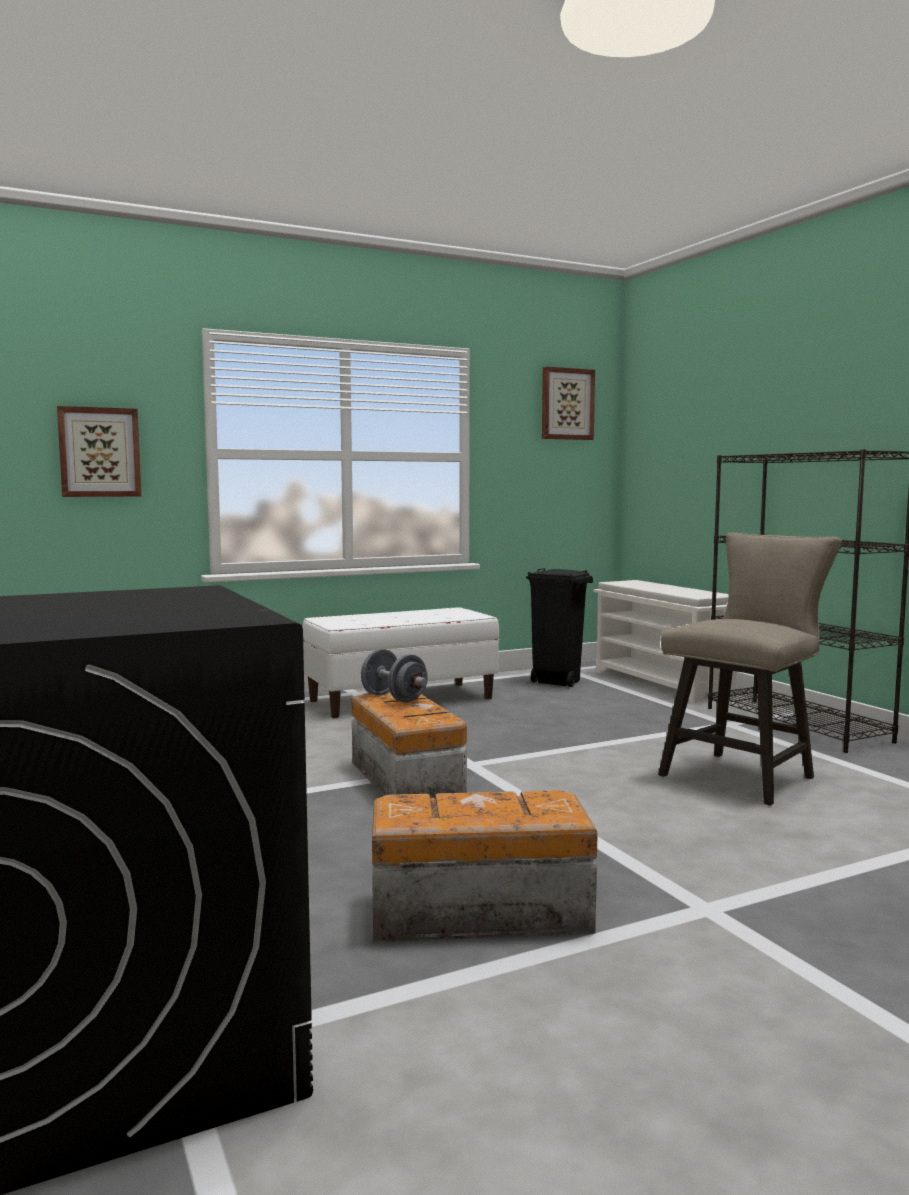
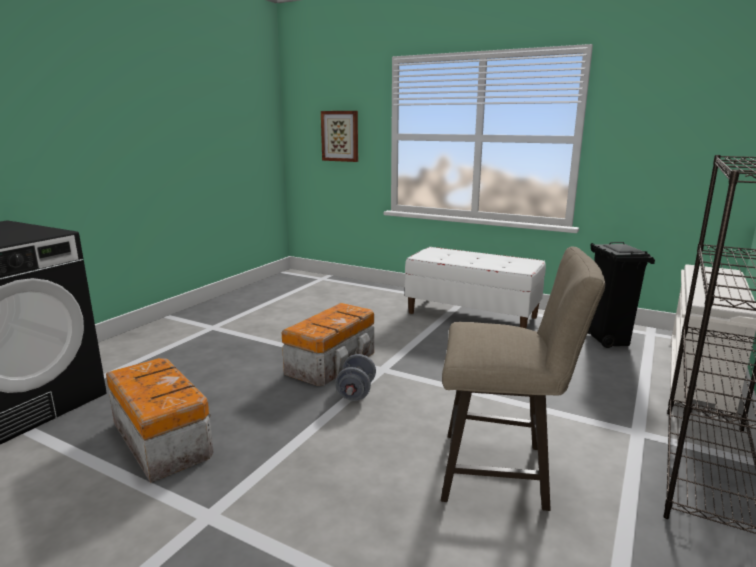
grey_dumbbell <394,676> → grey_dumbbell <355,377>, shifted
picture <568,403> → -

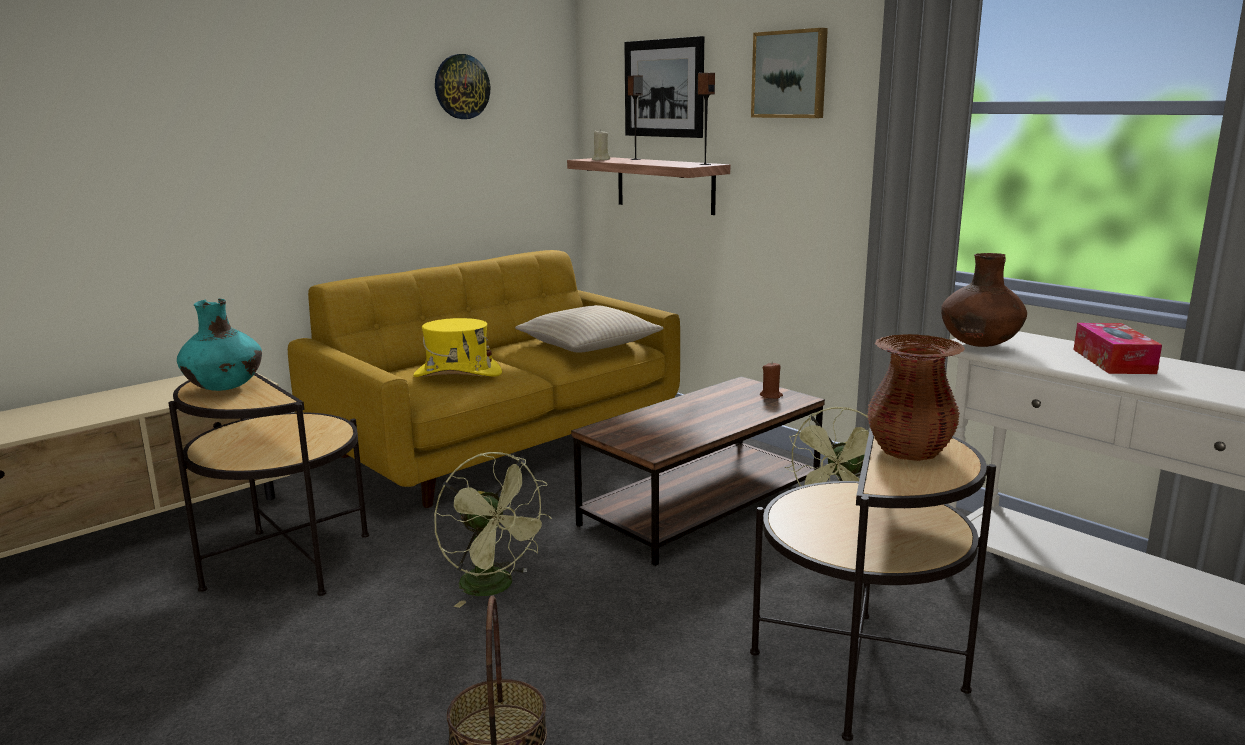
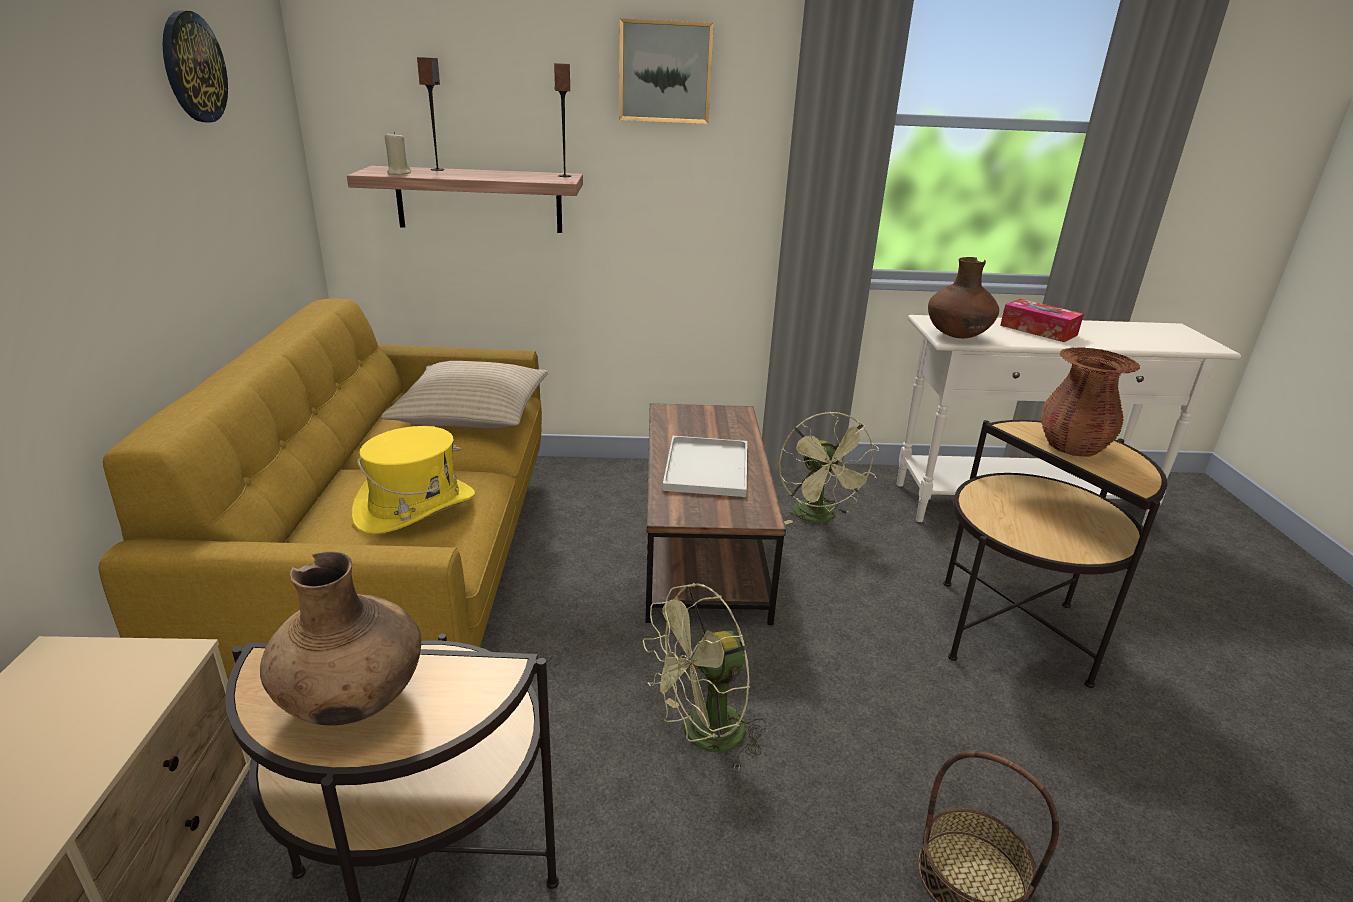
turquoise_vase <219,345> → brown_vase <340,638>
green_fan <493,530> → green_fan <705,677>, 150 degrees clockwise
picture <664,87> → -
brown_candle <771,380> → -
- → white_tray <705,466>

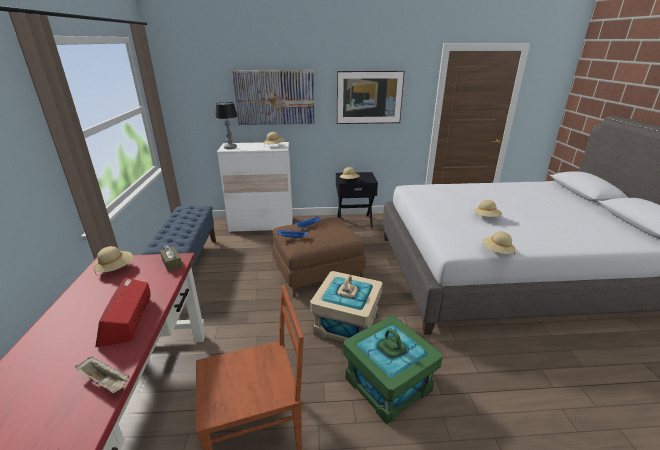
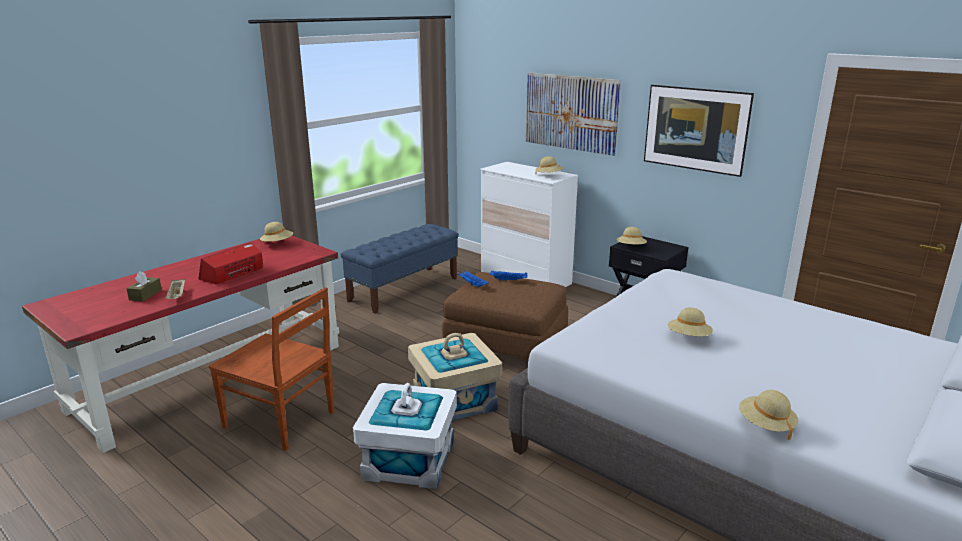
brown_tissue_box <171,258> → brown_tissue_box <144,286>, shifted
table_lamp <226,125> → -
green_storage_box <392,370> → white_storage_box <405,436>
beige_hat <499,242> → beige_hat <768,415>, shifted

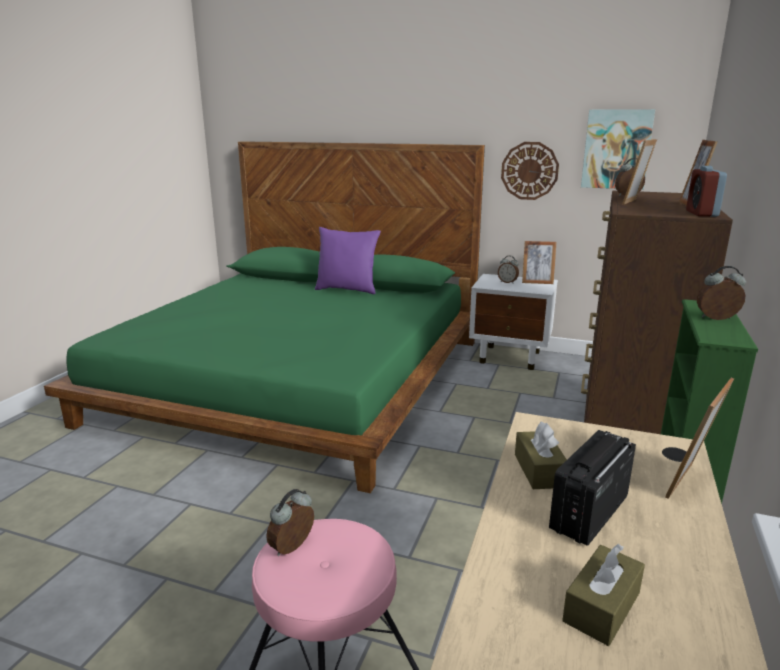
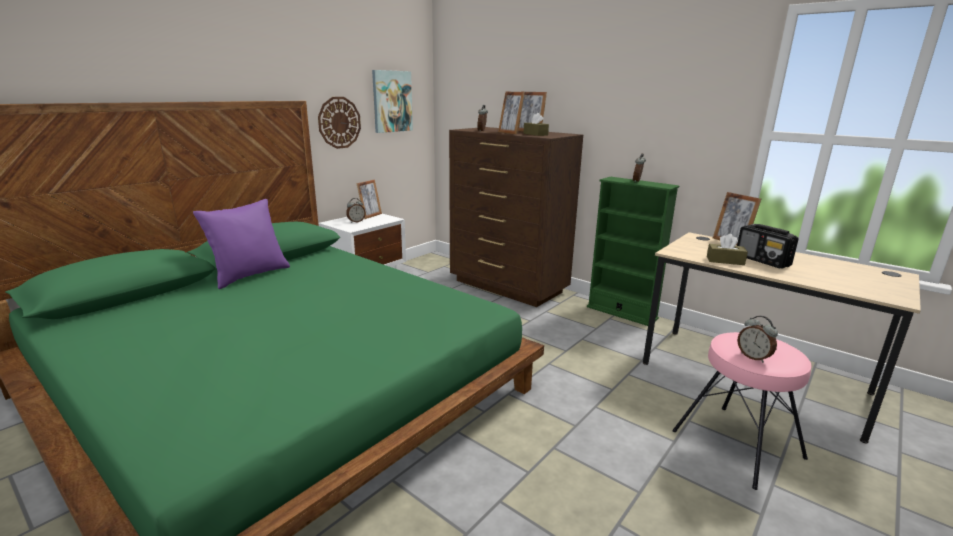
brown_tissue_box <603,595> → brown_tissue_box <536,124>, shifted
alarm_clock <706,191> → -

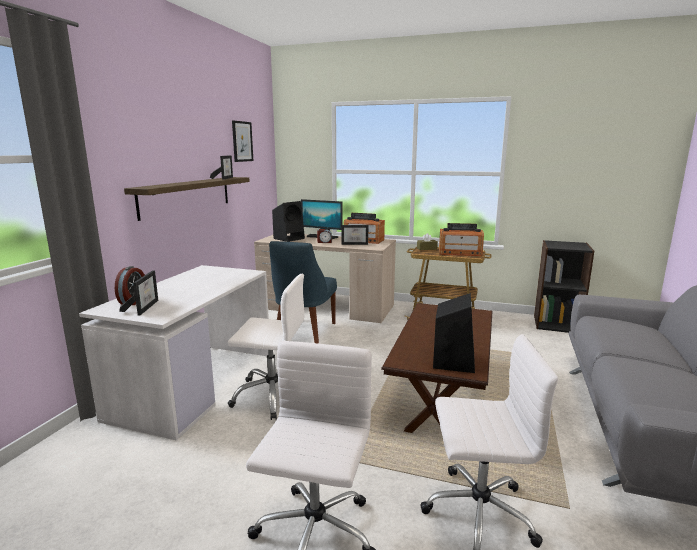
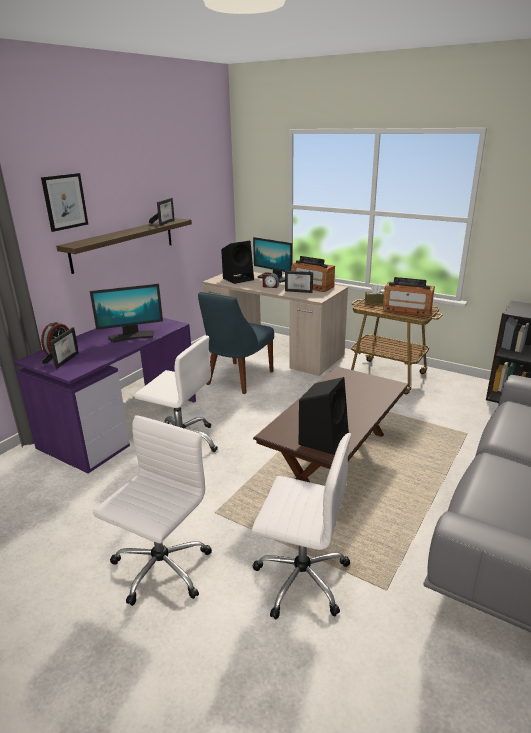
white_desk <174,352> → purple_desk <105,396>
picture <242,141> → picture <64,202>, shifted
- → monitor <126,313>

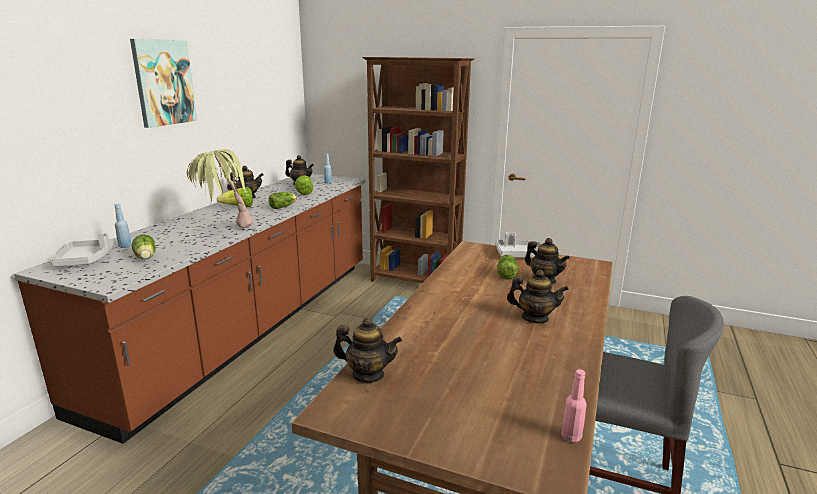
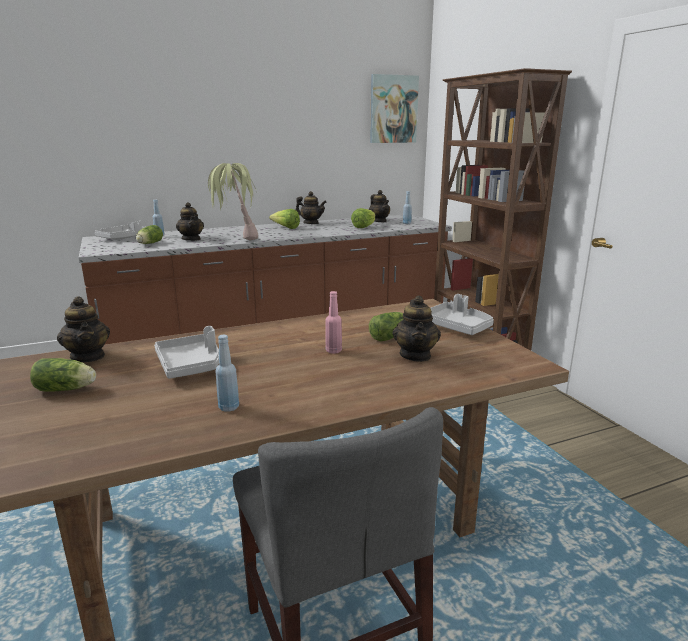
picture <163,83> → picture <394,108>, shifted
lettuce <282,200> → lettuce <63,375>, shifted
teapot <538,296> → teapot <190,221>, shifted
pink_bottle <574,405> → pink_bottle <333,322>, shifted
- → grey_tray <186,352>
- → blue_bottle <227,373>

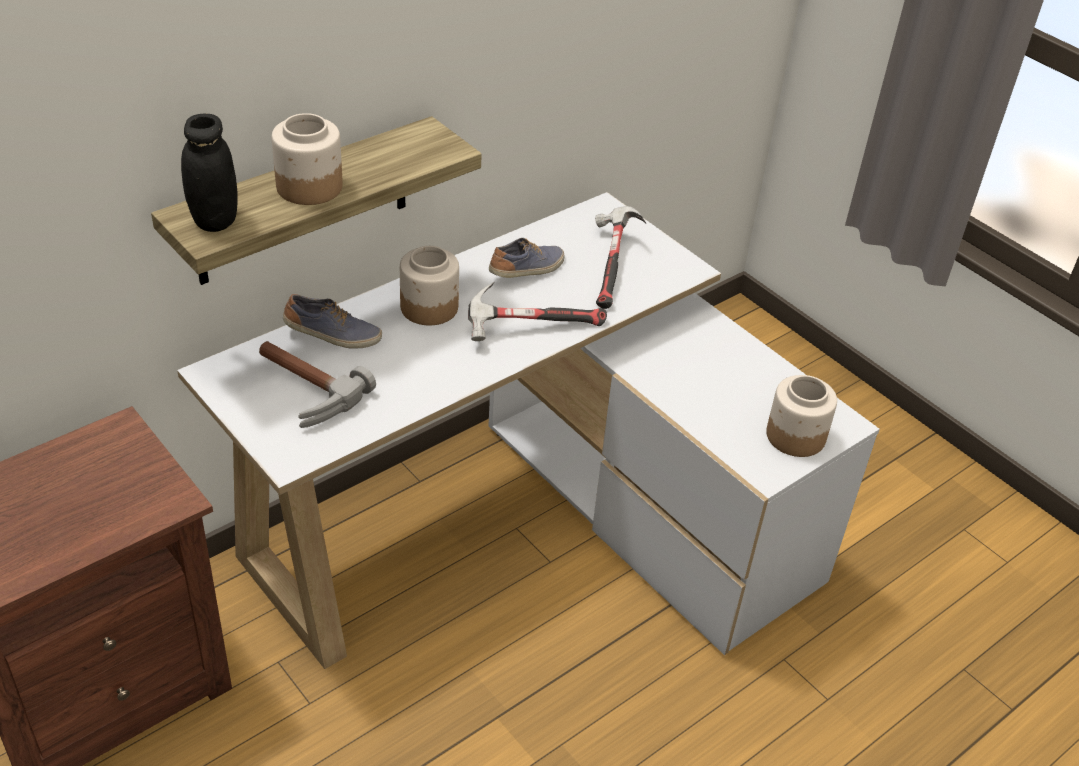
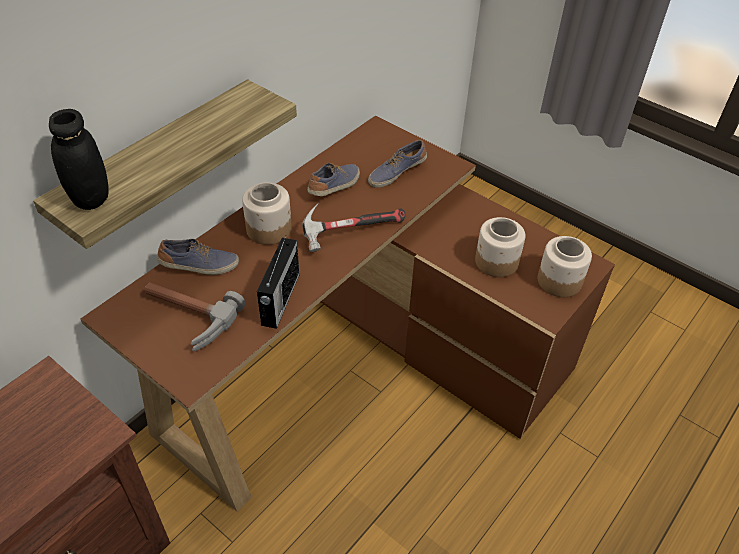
white_desk <528,430> → brown_desk <348,313>
jar <307,159> → jar <500,247>, shifted
hammer <620,257> → shoe <397,164>
- → radio <278,282>

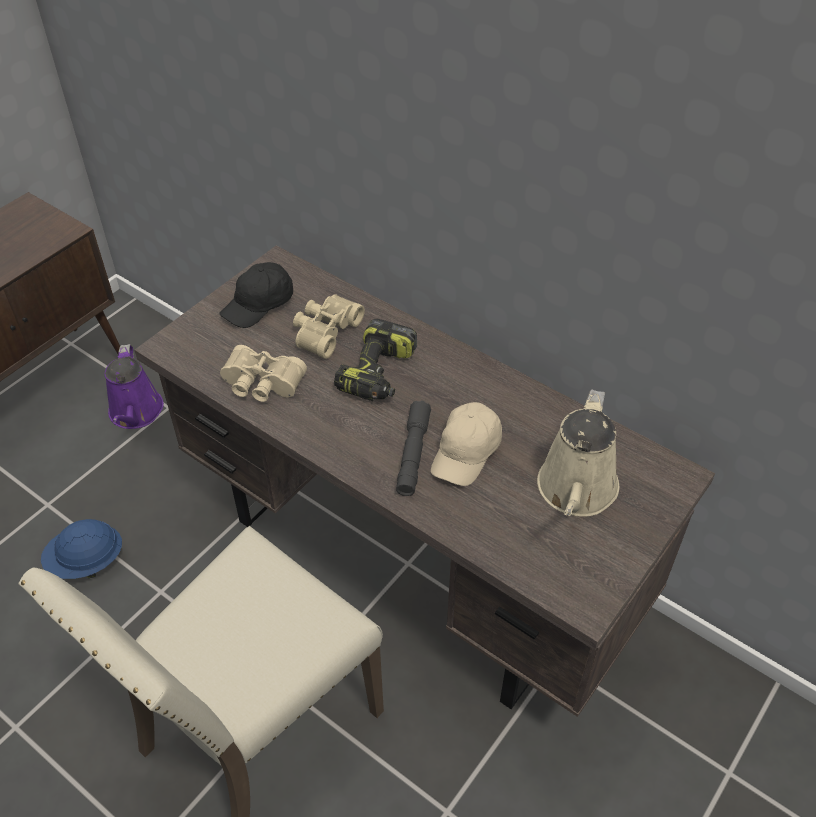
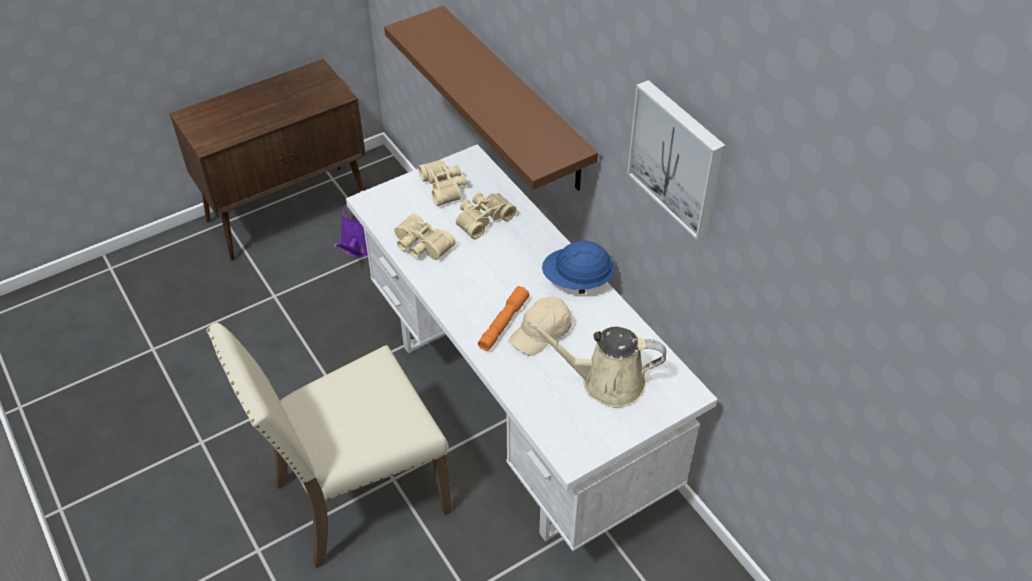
blue_hard_hat <81,549> → blue_hard_hat <578,267>, shifted
brown_desk <424,481> → white_desk <532,347>
black_cap <256,295> → beige_binoculars <442,182>
power_drill <375,360> → -
grey_flashlight <413,448> → orange_flashlight <504,318>
beige_watering_can <578,453> → beige_watering_can <597,364>, 60 degrees clockwise
- → brown_shelf <491,98>
- → picture <676,160>

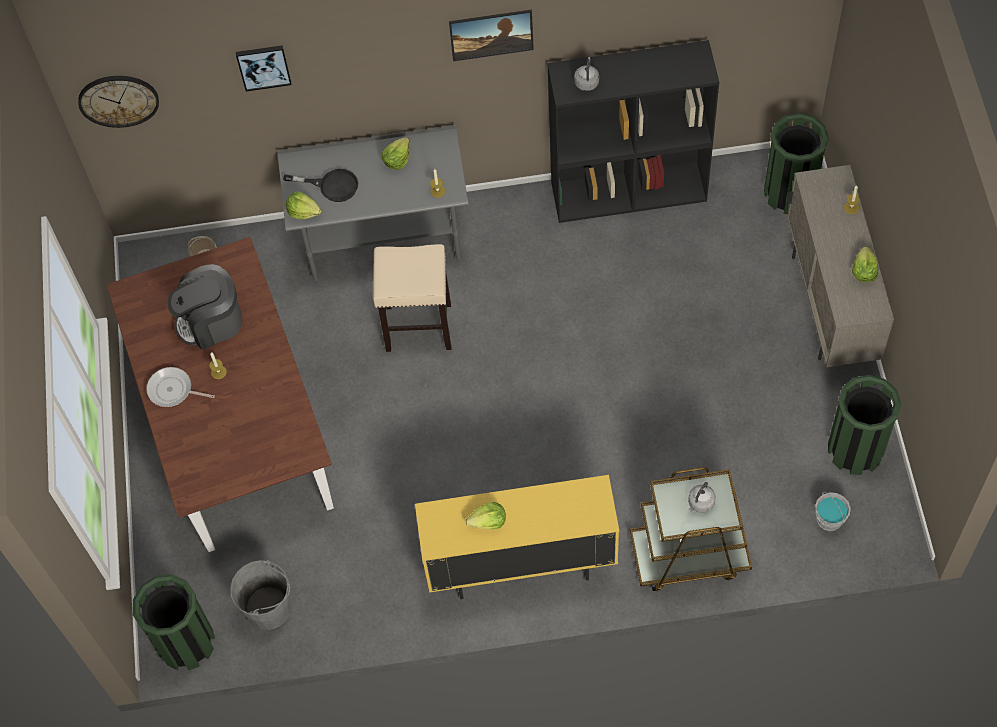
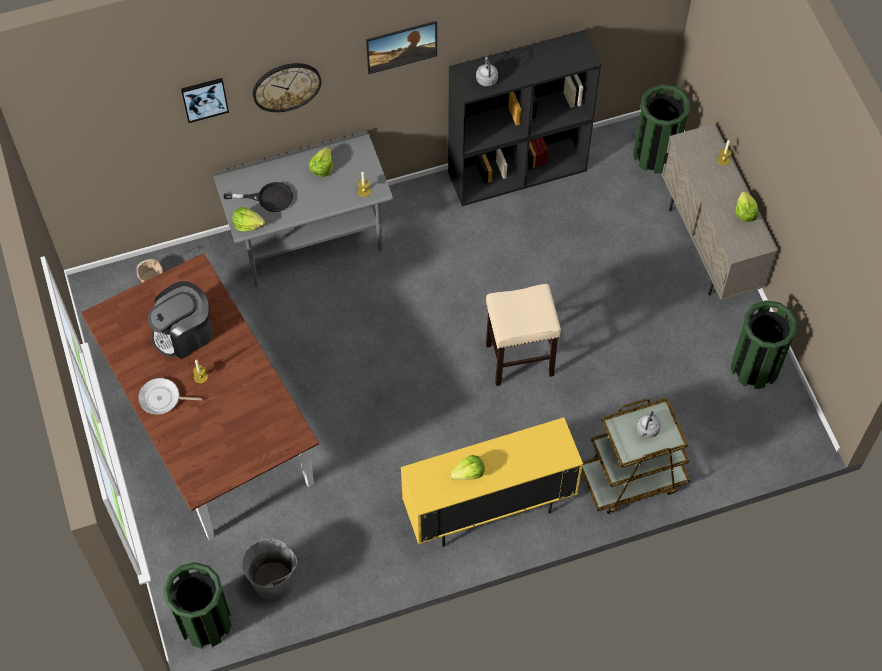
wall_clock <118,102> → wall_clock <287,87>, shifted
beige_stool <412,298> → beige_stool <523,335>, shifted
grey_bucket <833,511> → -

